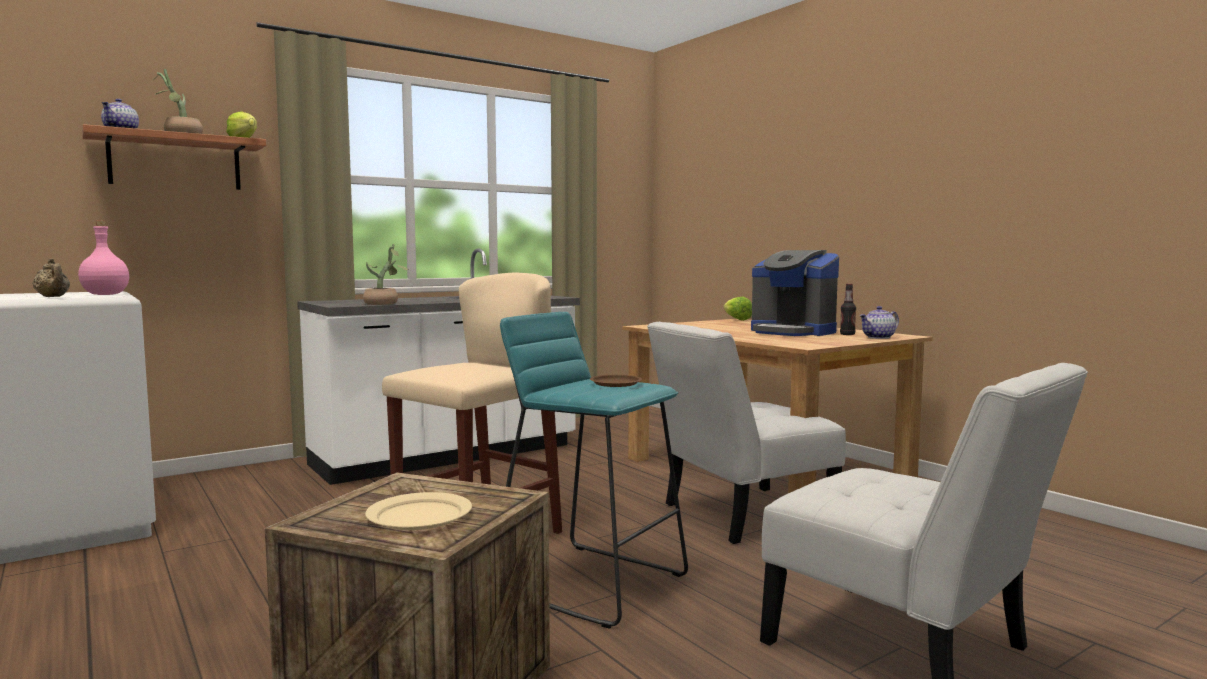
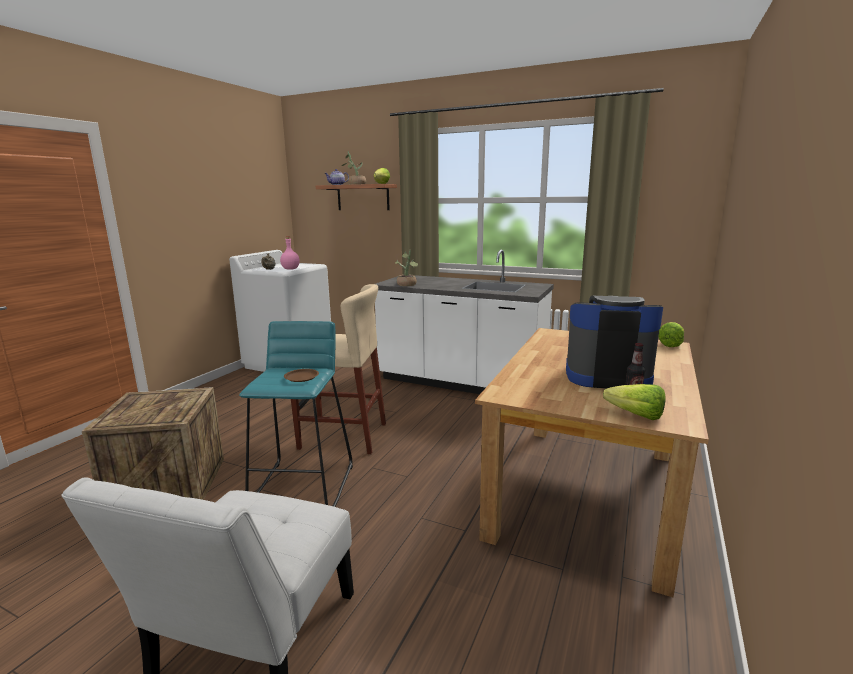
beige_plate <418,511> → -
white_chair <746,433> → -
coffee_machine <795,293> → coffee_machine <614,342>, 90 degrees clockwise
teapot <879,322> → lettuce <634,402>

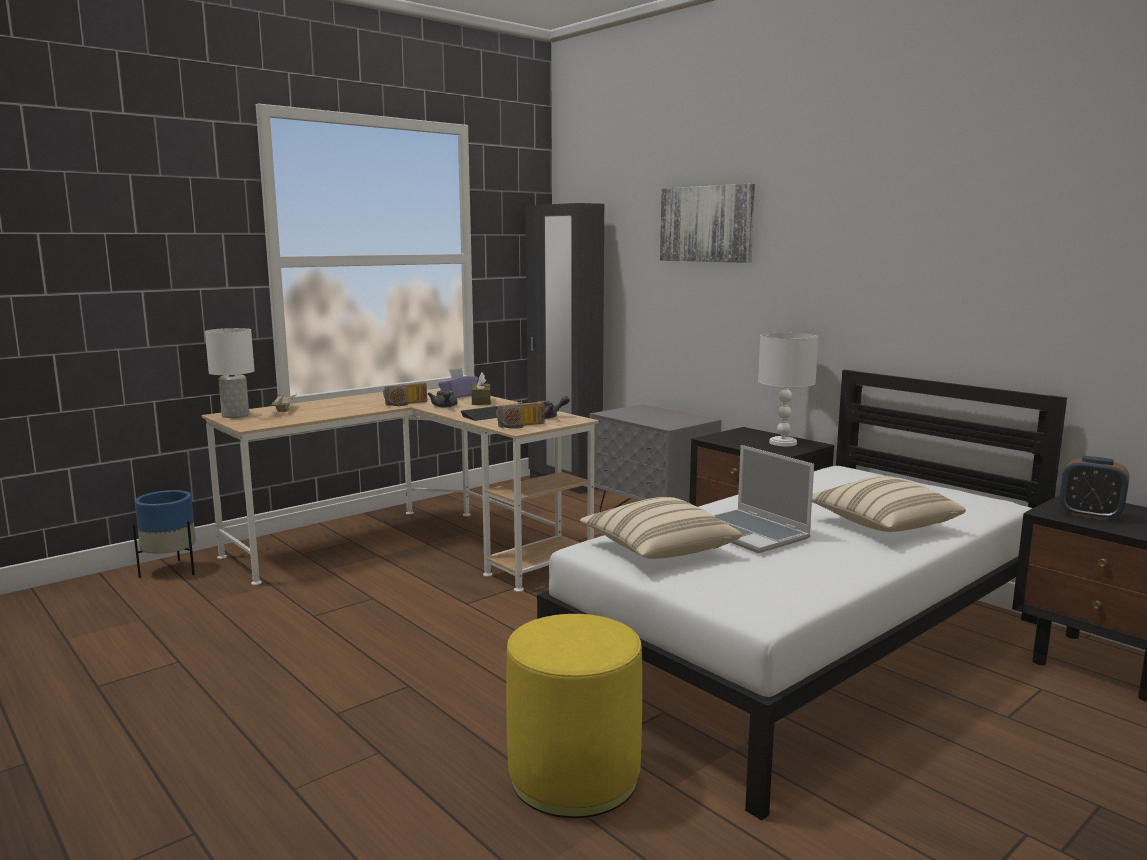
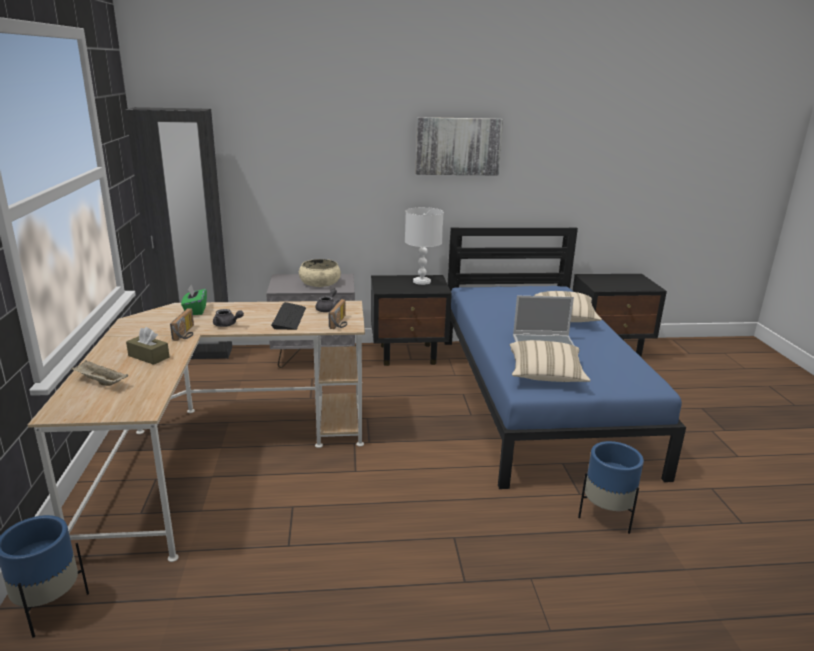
white_table_lamp <230,373> → -
purple_tissue_box <458,383> → green_tissue_box <194,300>
brown_tissue_box <481,389> → brown_tissue_box <148,346>, shifted
yellow_ottoman <574,716> → blue_planter <611,487>
white_bed <802,595> → blue_bed <565,358>
picture <707,223> → picture <459,146>, shifted
alarm_clock <1094,488> → -
- → beige_bowl <320,273>

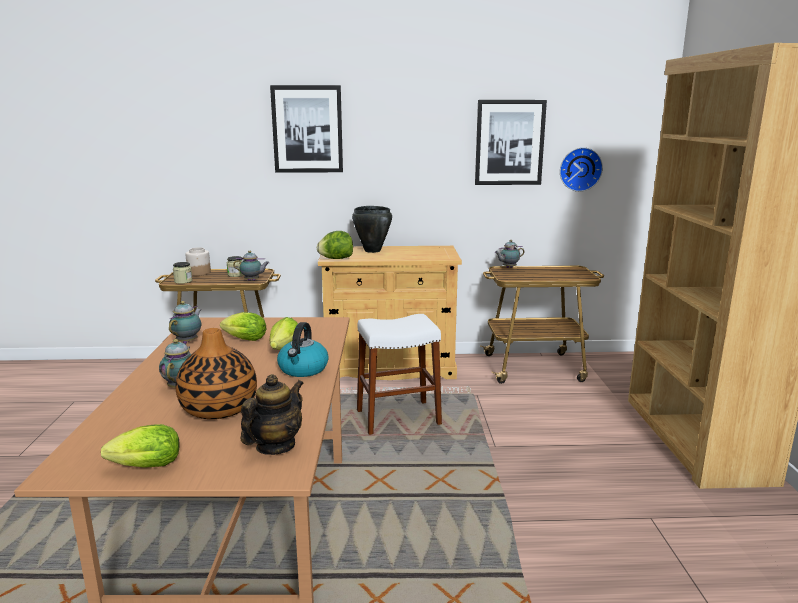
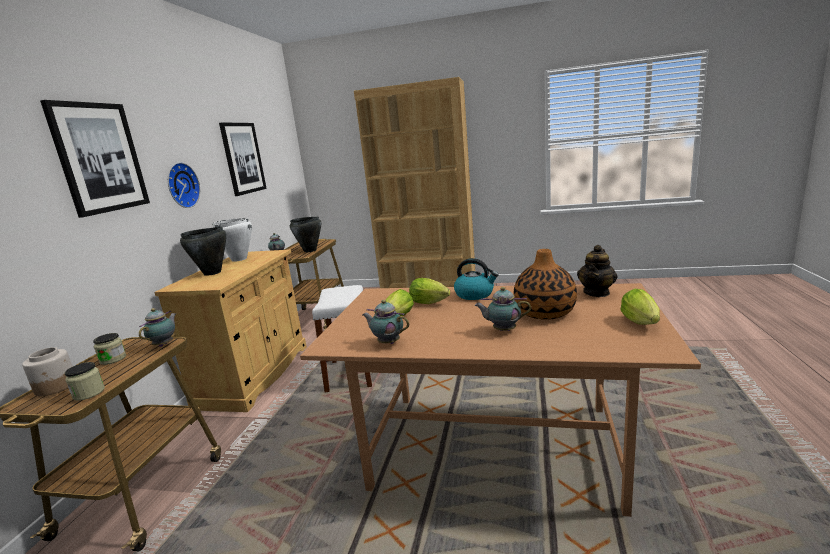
teapot <272,414> → teapot <597,271>, 105 degrees counterclockwise
lettuce <335,245> → -
wall_clock <581,169> → wall_clock <184,185>, shifted
- → white_cooking_pot <232,240>
- → black_cooking_pot <305,234>

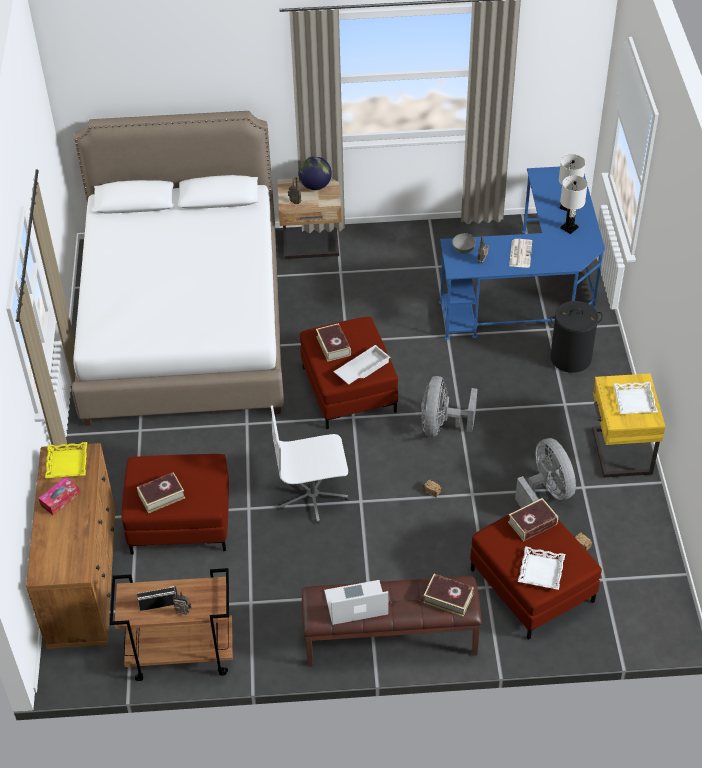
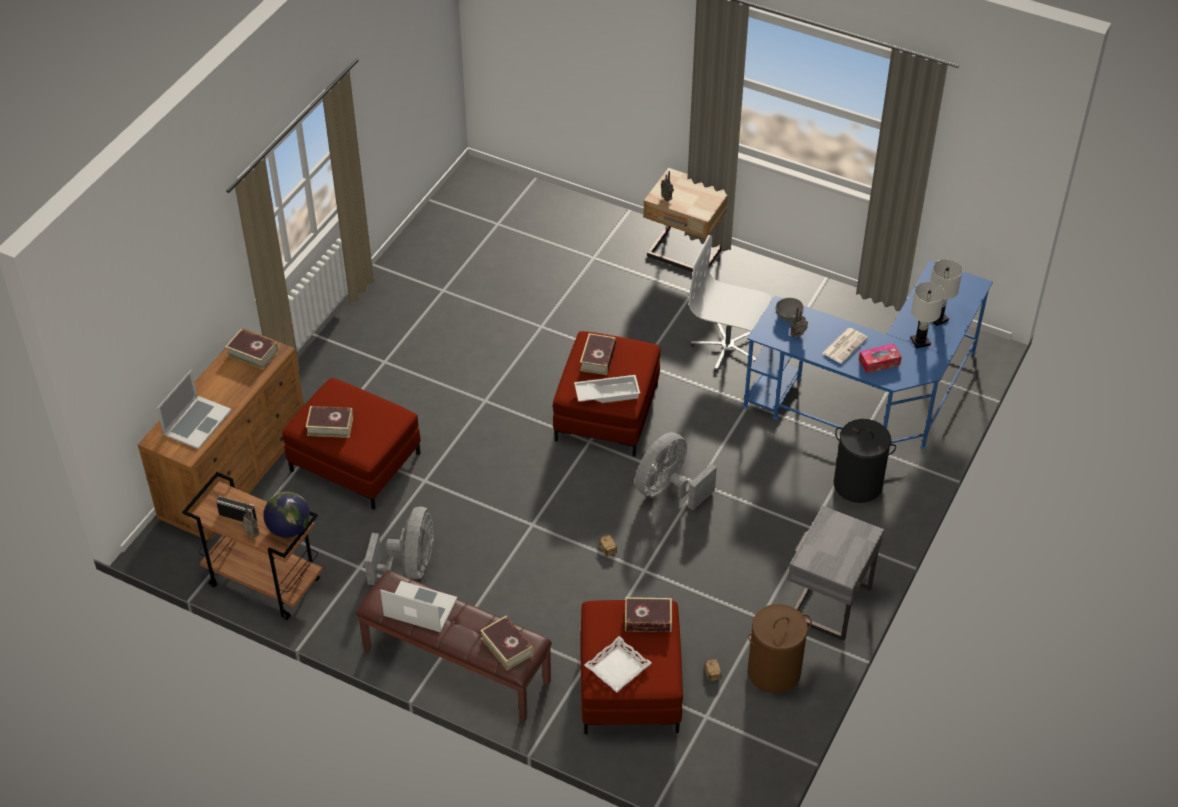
tissue_box <59,496> → tissue_box <880,358>, shifted
yellow_tray <66,460> → book <251,349>
white_bed <178,268> → -
white_office_chair <310,464> → white_office_chair <730,303>, shifted
globe <315,173> → globe <286,515>, shifted
grey_fan <545,473> → grey_fan <399,546>, shifted
yellow_nightstand <629,425> → grey_nightstand <836,573>
white_tray <635,398> → -
- → laptop <194,409>
- → brown_laundry_basket <780,648>

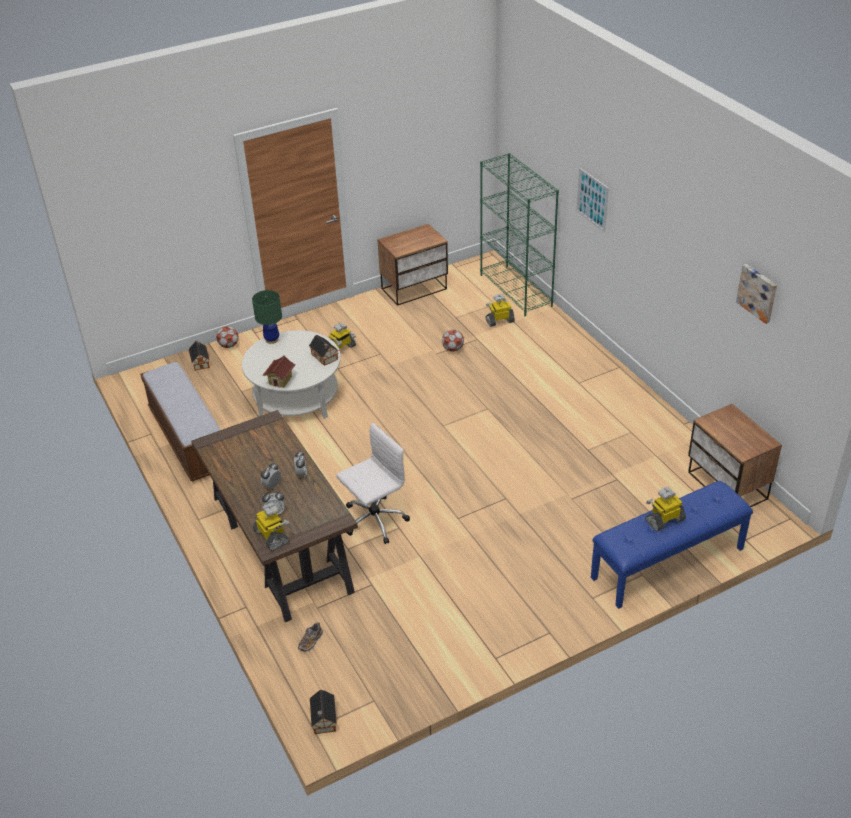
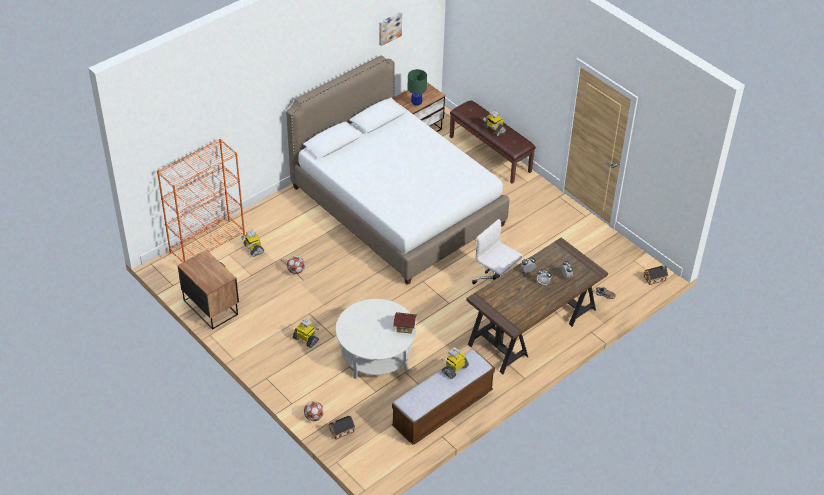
green_table_lamp <267,317> → green_table_lamp <417,88>, shifted
toy_robot <271,527> → toy_robot <455,363>, shifted
toy_house <324,350> → -
green_bookcase <519,234> → orange_bookcase <201,201>
picture <592,200> → -
blue_bench <672,545> → brown_bench <493,142>
- → white_bed <398,170>

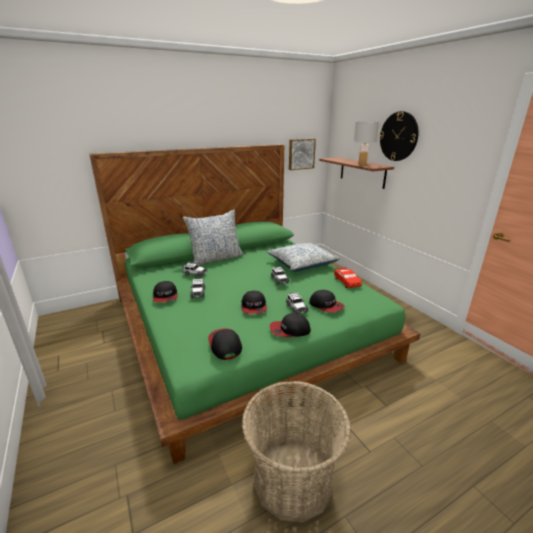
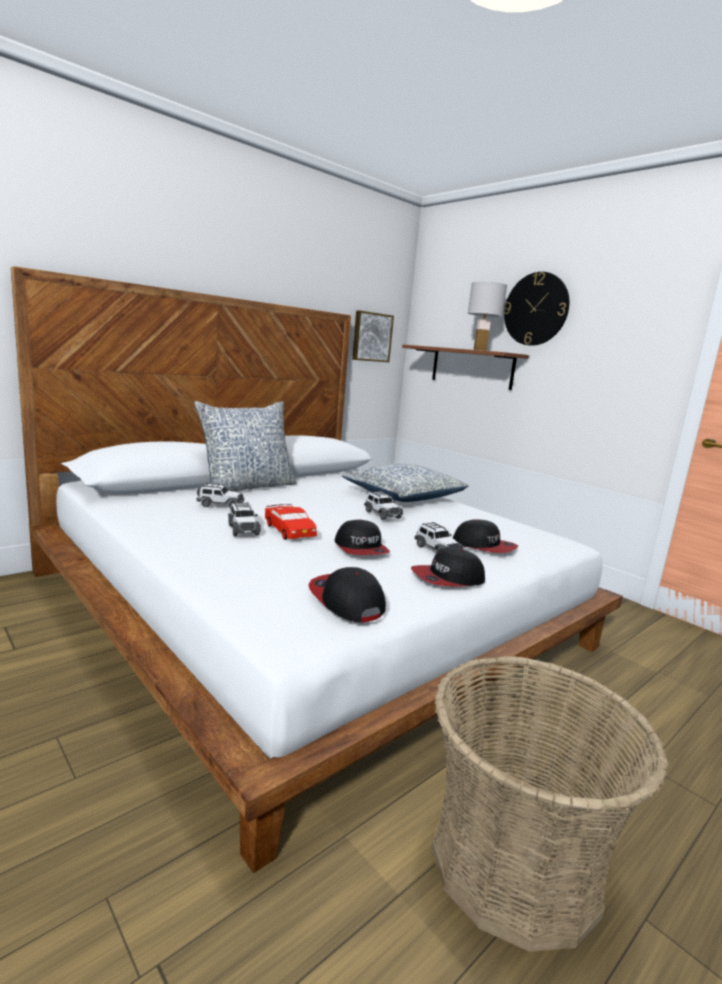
green_bed <254,304> → white_bed <317,569>
cap <165,291> → -
red_toy_car <348,277> → red_toy_car <291,522>, shifted

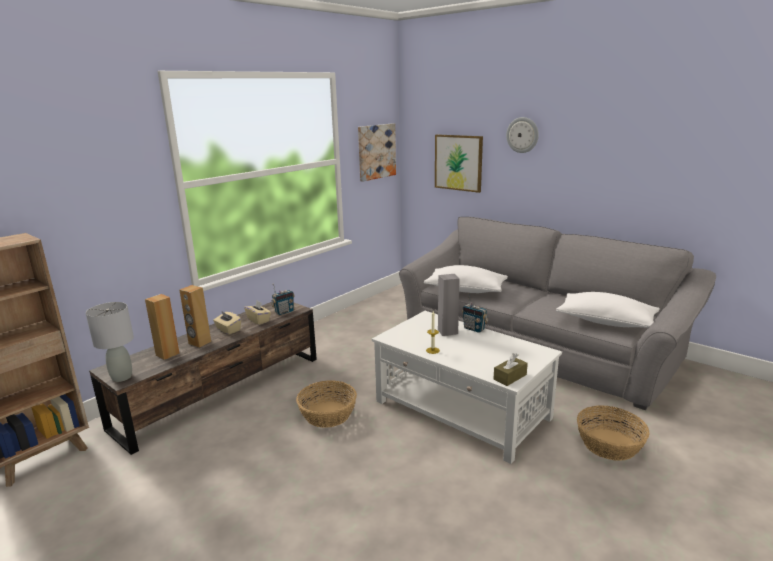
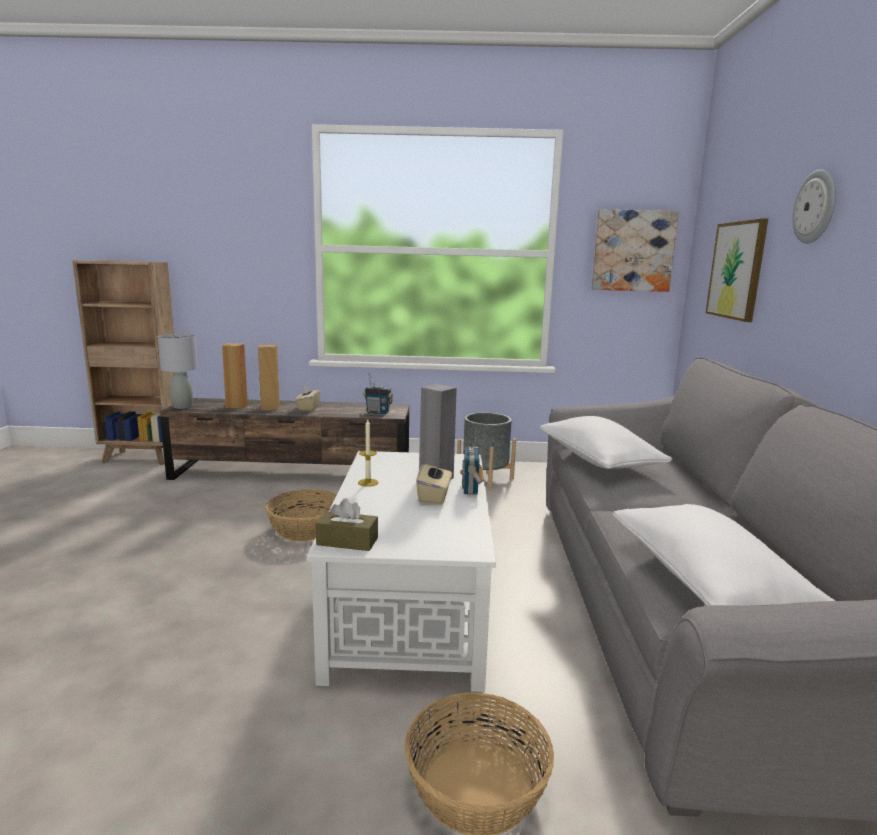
beige_tissue_box <257,313> → beige_tissue_box <434,481>, shifted
- → grey_planter <486,451>

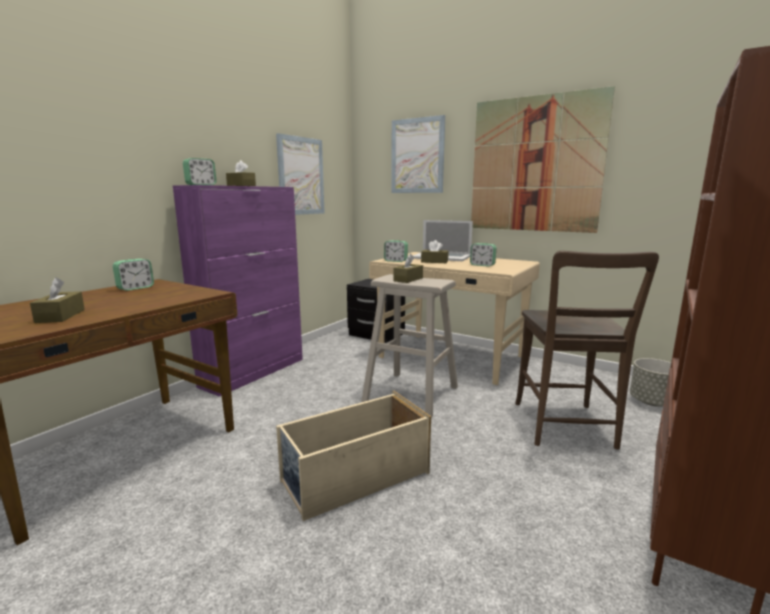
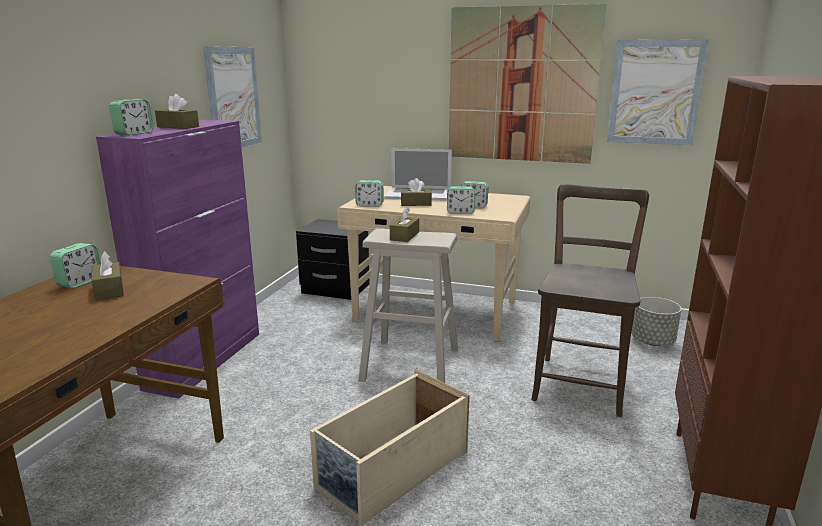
brown_tissue_box <57,300> → brown_tissue_box <107,275>, shifted
picture <418,154> → picture <658,92>, shifted
brown_chair <587,350> → brown_chair <590,300>, 150 degrees counterclockwise
- → alarm_clock <461,200>

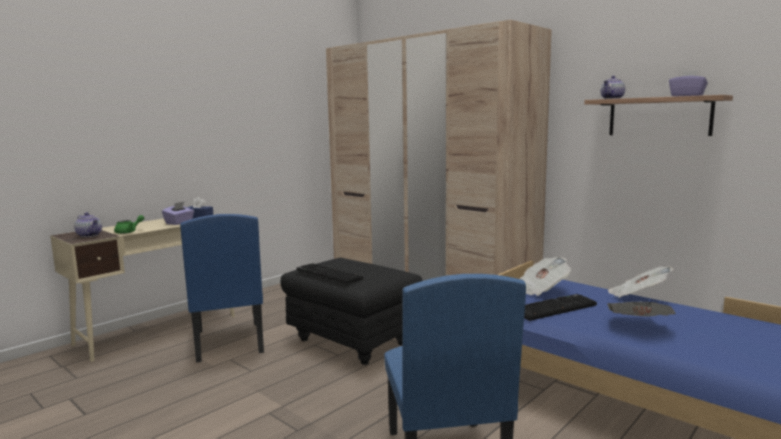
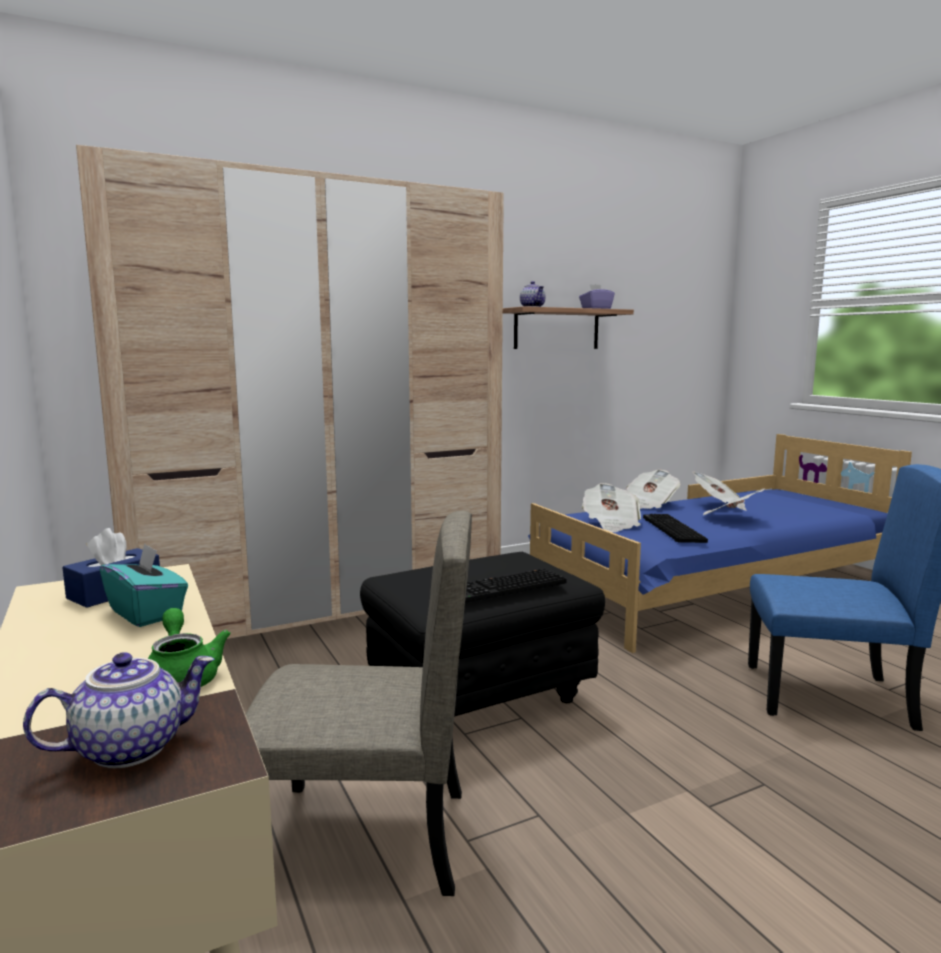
purple_tissue_box <178,213> → turquoise_tissue_box <144,585>
blue_chair <222,288> → beige_chair <358,703>
- → newspaper <719,491>

